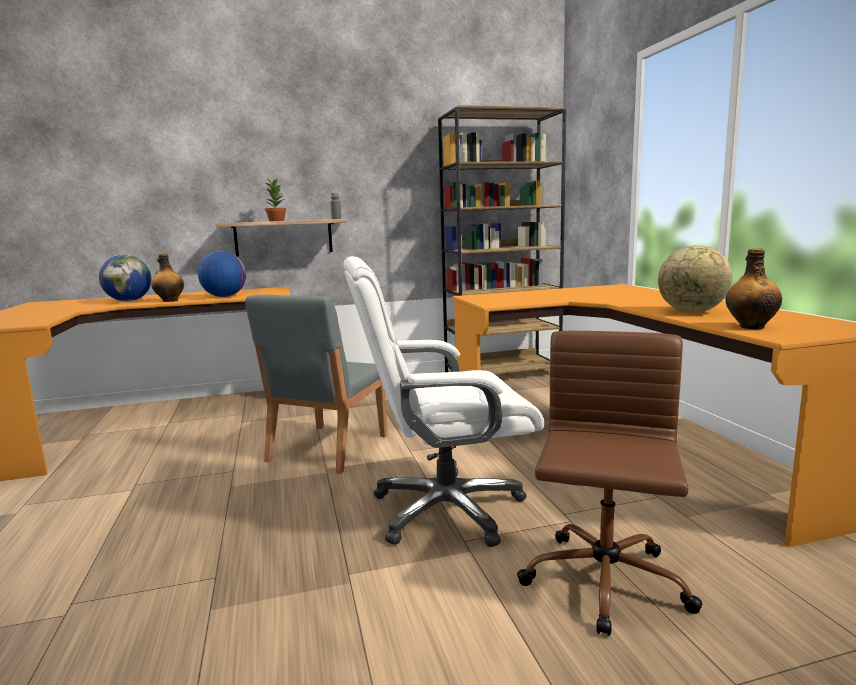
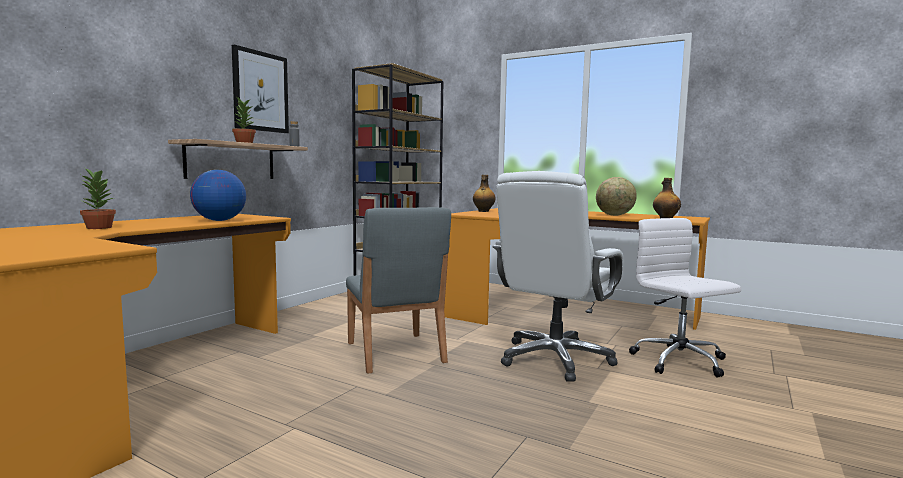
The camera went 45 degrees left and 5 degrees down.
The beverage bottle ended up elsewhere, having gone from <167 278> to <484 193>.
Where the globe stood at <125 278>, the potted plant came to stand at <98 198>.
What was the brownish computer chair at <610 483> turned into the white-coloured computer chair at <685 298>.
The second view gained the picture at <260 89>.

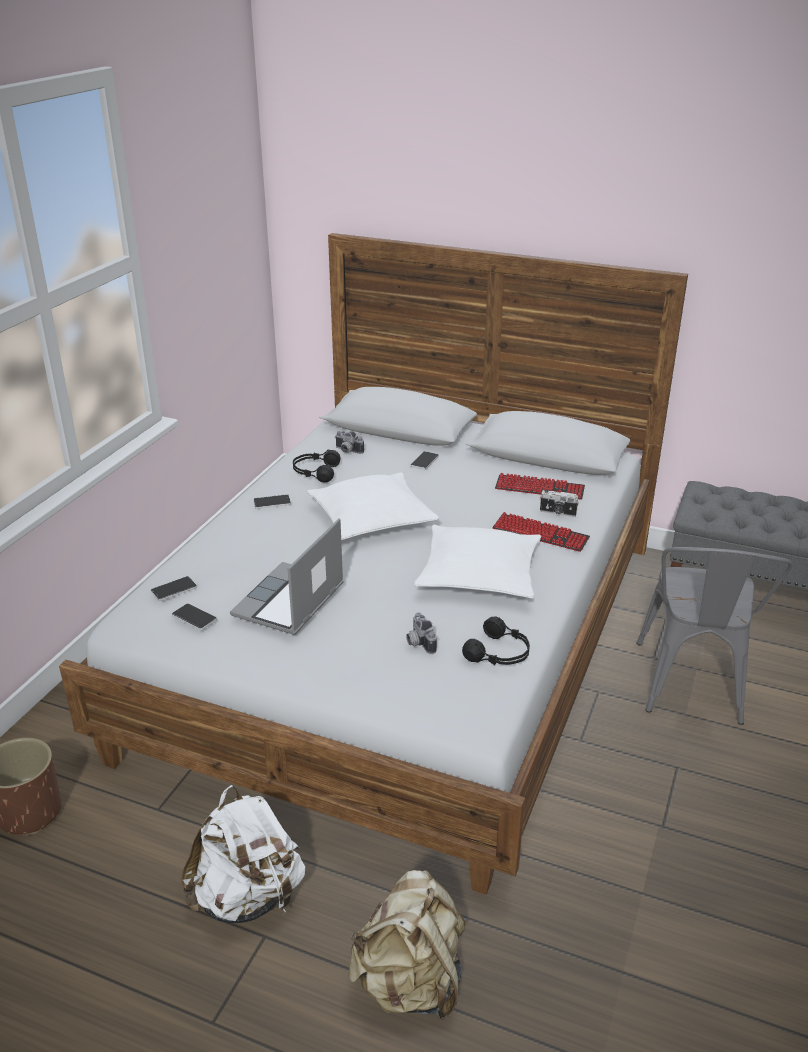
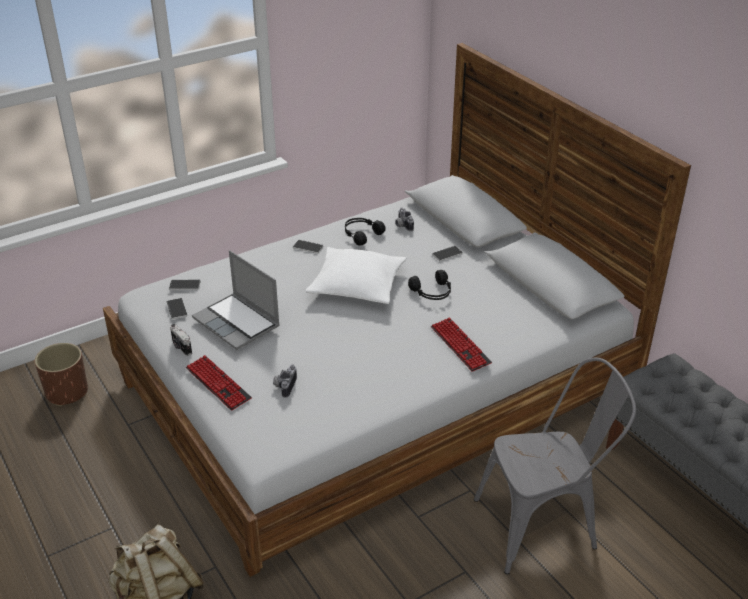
The camera went 35 degrees right and 5 degrees up.
The keyboard ended up elsewhere, having gone from <540 486> to <219 383>.
The still camera ended up elsewhere, having gone from <559 503> to <181 340>.
The laptop at <287 576> ended up facing another way, 105 degrees counterclockwise from before.
The second view lost the white-coloured cushion at <477 562>.
The greyish chair at <715 636> ended up facing another way, 150 degrees counterclockwise from before.
The black-coloured headset ended up elsewhere, having gone from <496 641> to <429 285>.
The second view lost the white-coloured backpack at <243 854>.

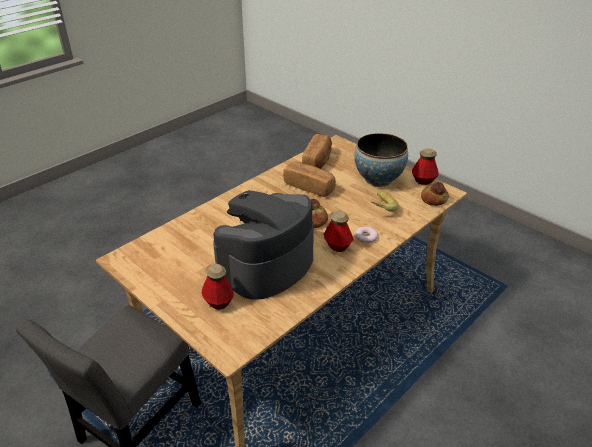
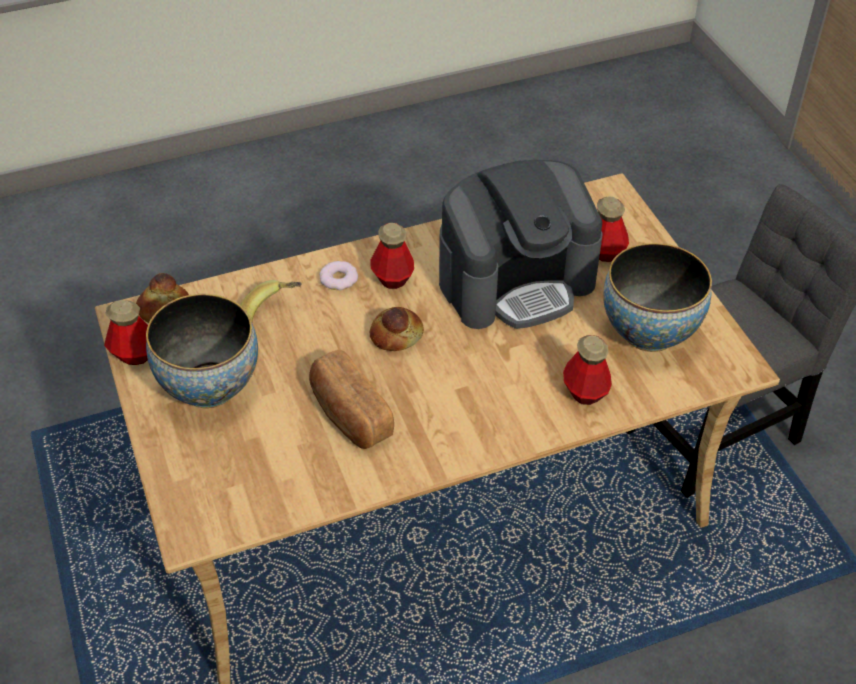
The camera went 155 degrees left and 10 degrees up.
The second view lost the bakery bread at <317 151>.
The second view gained the bowl at <657 297>.
The second view gained the beverage bottle at <587 370>.

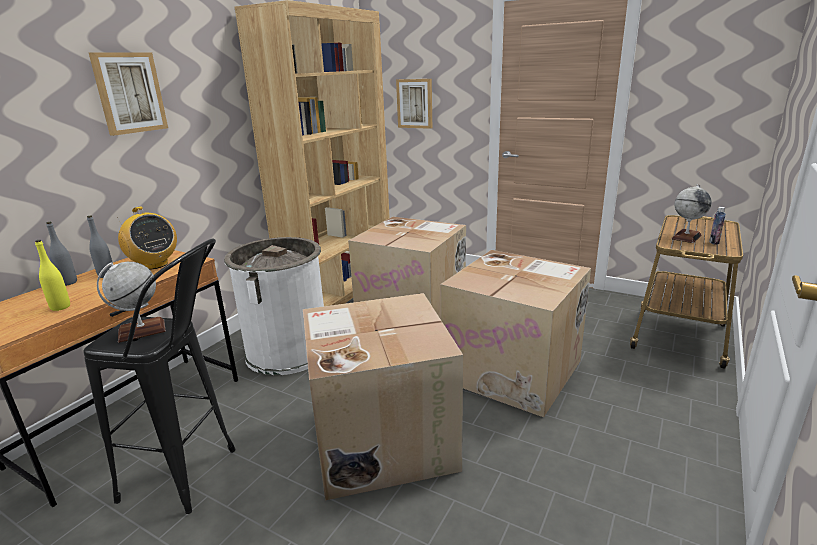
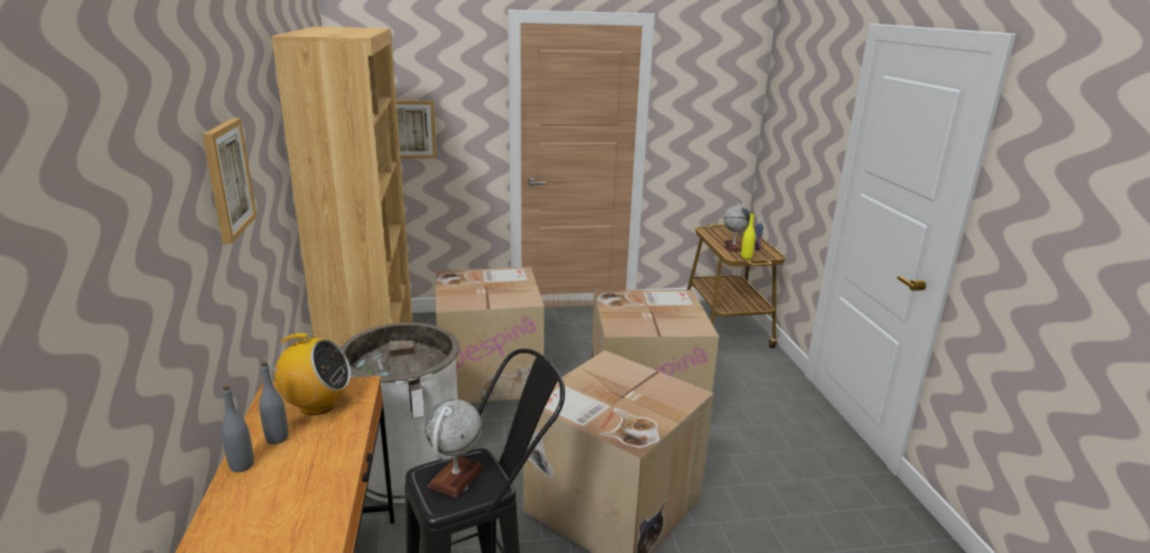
The camera went 40 degrees left and 0 degrees up.
The yellowish beverage bottle ended up elsewhere, having gone from <52 275> to <748 235>.

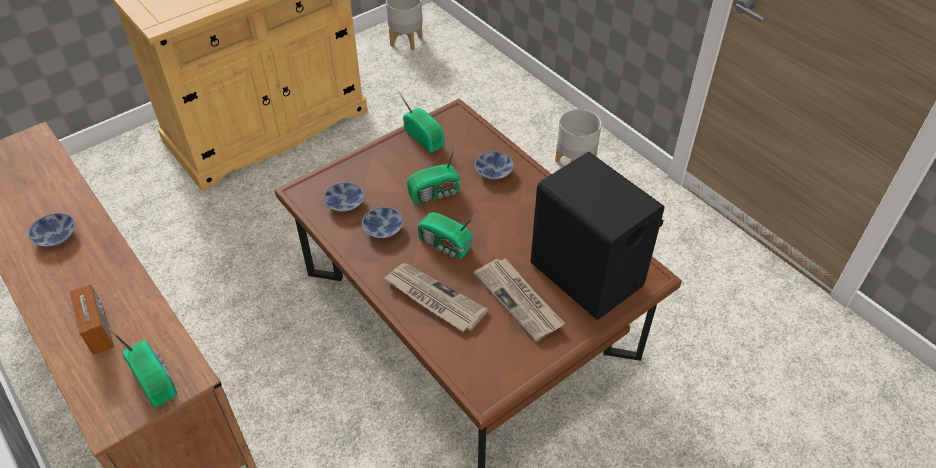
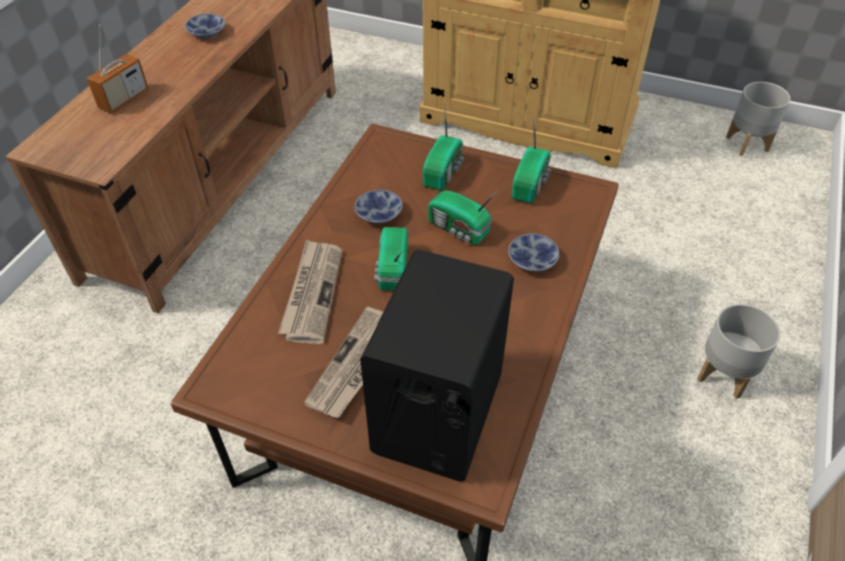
The camera went 60 degrees right and 0 degrees up.
The second view lost the bowl at <344 197>.
The radio set ended up elsewhere, having gone from <142 367> to <443 148>.

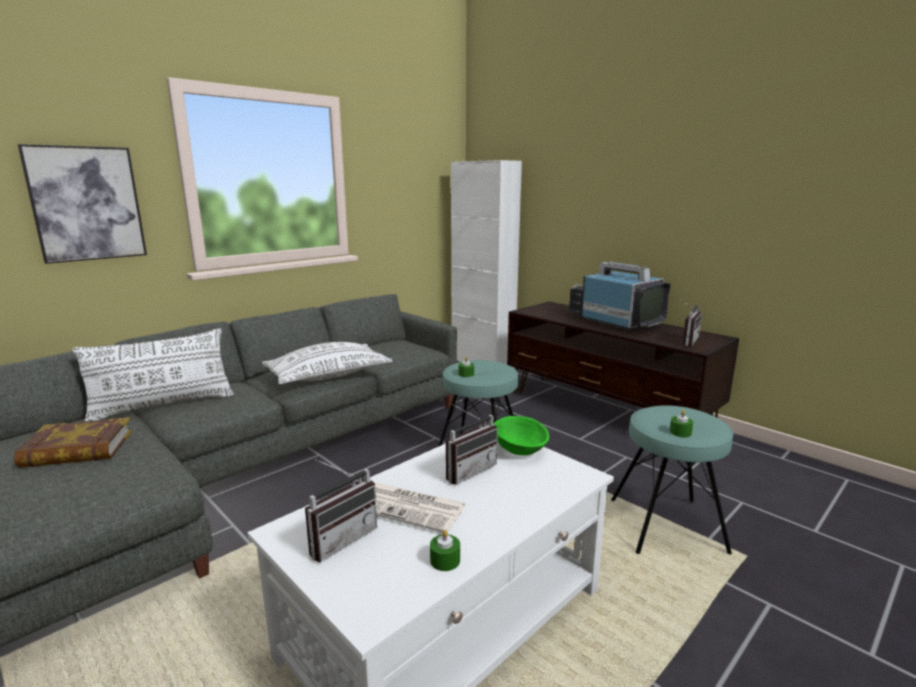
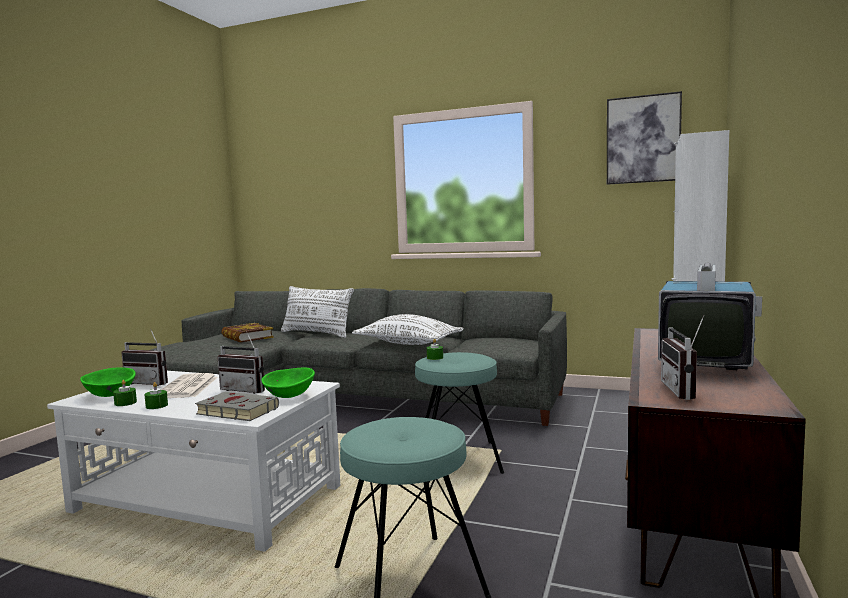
The camera went 65 degrees right and 10 degrees down.
The picture ended up elsewhere, having gone from <82 204> to <644 138>.
The radio set at <690 322> ended up facing another way, 90 degrees clockwise from before.
The green-coloured wax light ended up elsewhere, having gone from <681 423> to <156 395>.
The second view gained the green-coloured bowl at <108 382>.
The second view gained the greyish book at <237 406>.

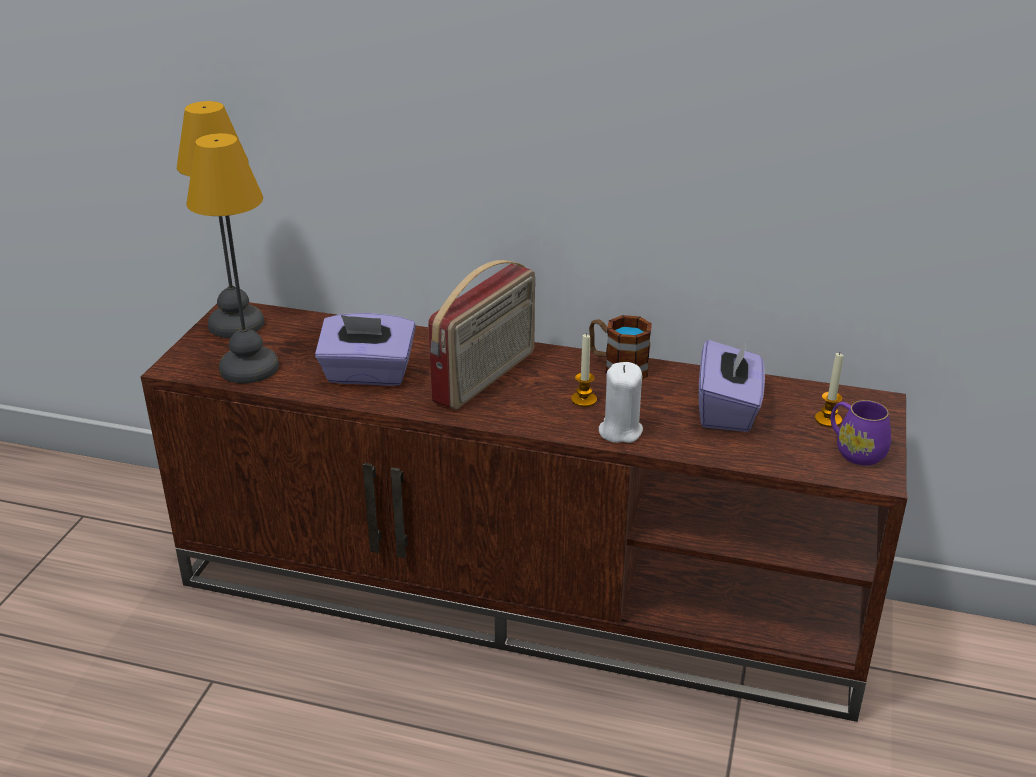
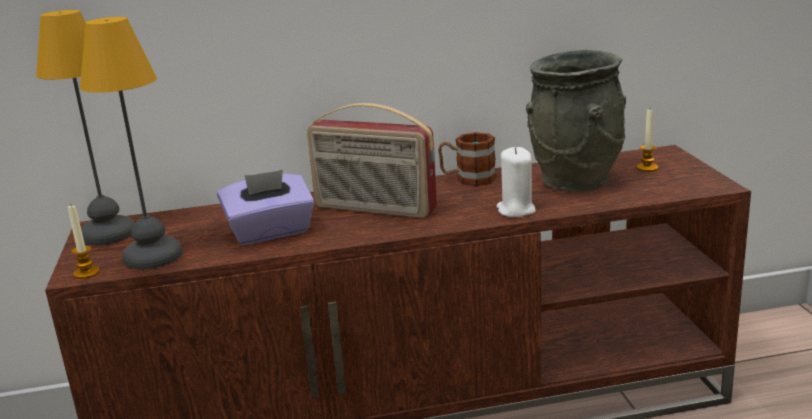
The camera went 25 degrees left and 10 degrees down.
The radio set at <481 335> ended up facing another way, 105 degrees clockwise from before.
The wax light ended up elsewhere, having gone from <584 370> to <84 242>.
Where the purple-coloured tissue holder stood at <732 384>, the greyish vase came to stand at <576 120>.
The second view lost the purple-coloured coffee mug at <861 432>.

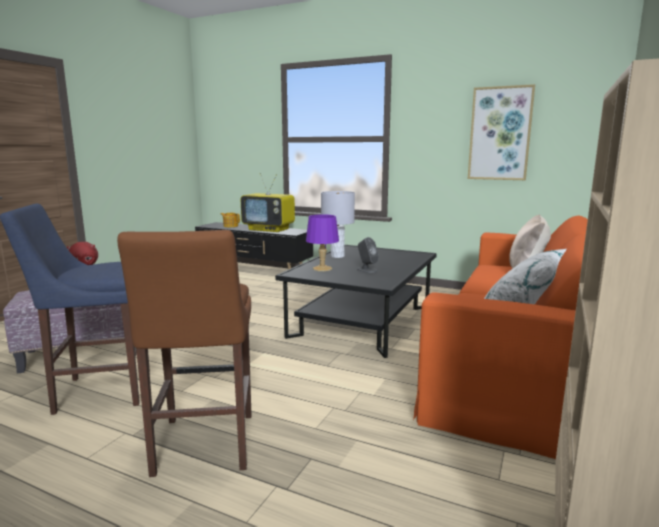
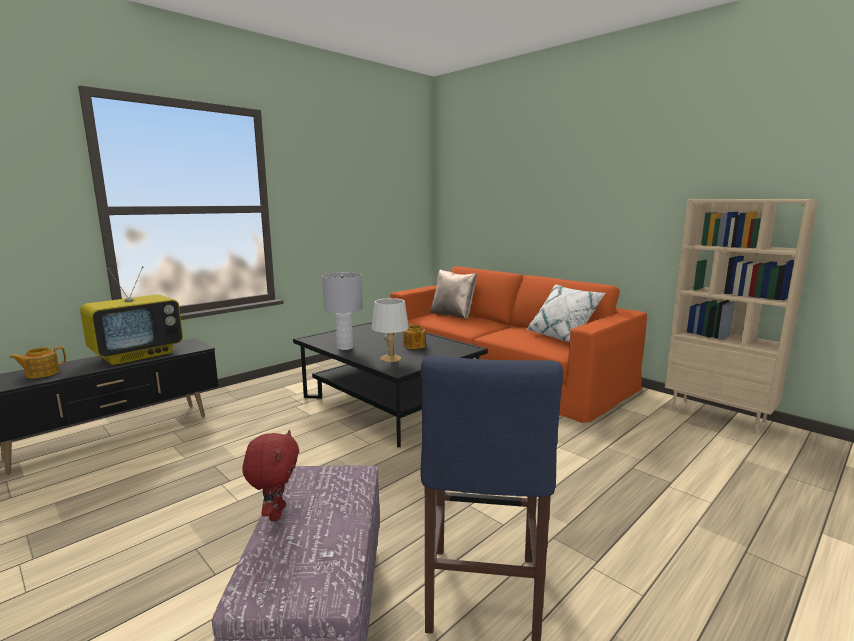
The camera went 70 degrees left and 0 degrees up.
The second view lost the picture at <501 132>.
What was the purple-coloured table lamp at <322 242> turned into the white-coloured table lamp at <390 330>.
The second view lost the brownish sitting stool at <184 353>.
Where the greyish loudspeaker stood at <368 255>, the teapot came to stand at <414 336>.

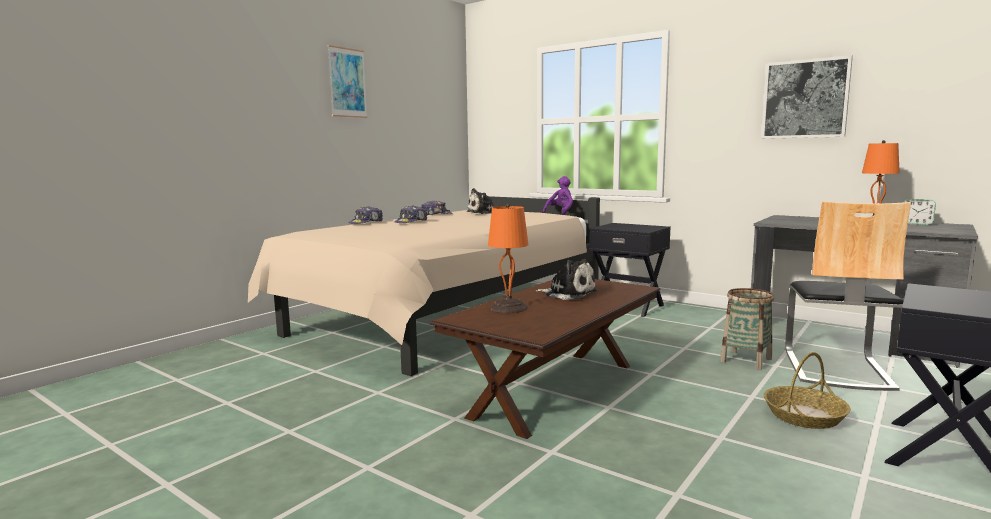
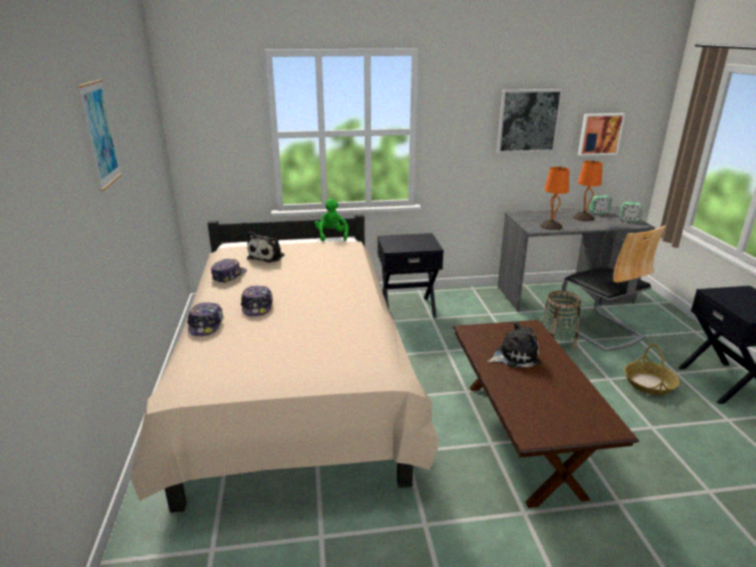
The camera went 45 degrees left and 15 degrees up.
What was the purple-coloured plush toy at <558 195> turned into the green-coloured plush toy at <331 220>.
The orange-coloured table lamp ended up elsewhere, having gone from <508 258> to <554 198>.
The second view gained the picture at <601 134>.
The second view gained the bedside clock at <631 212>.

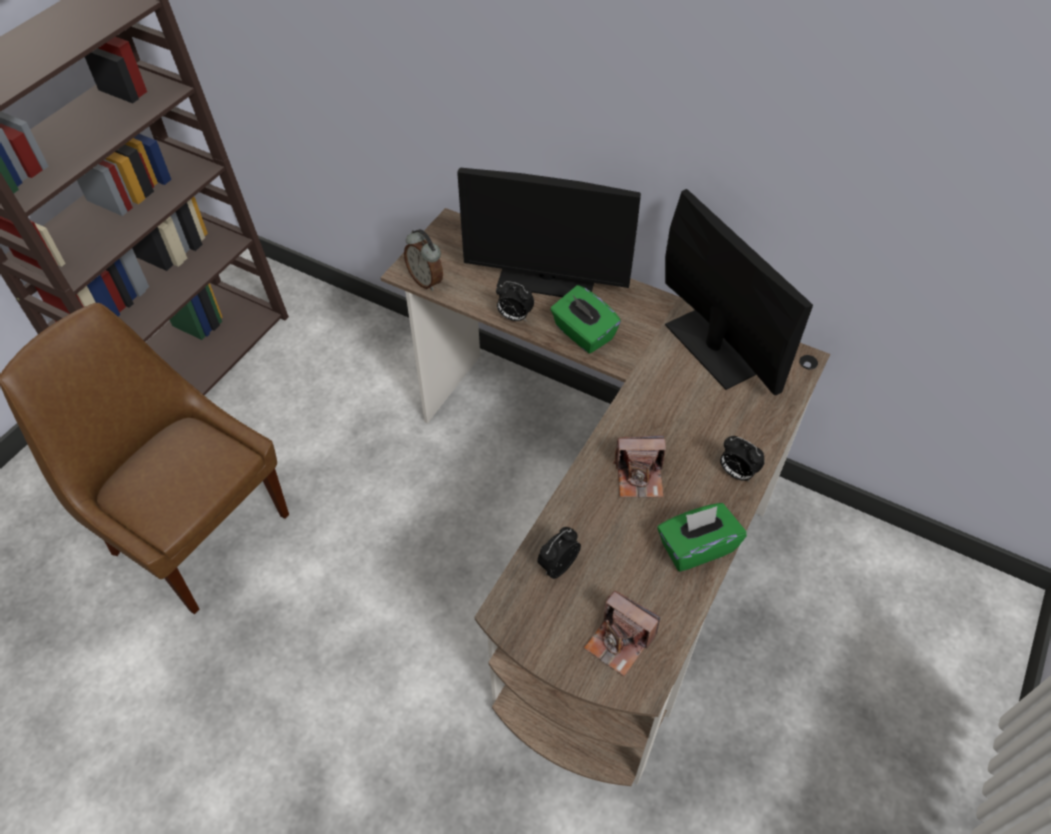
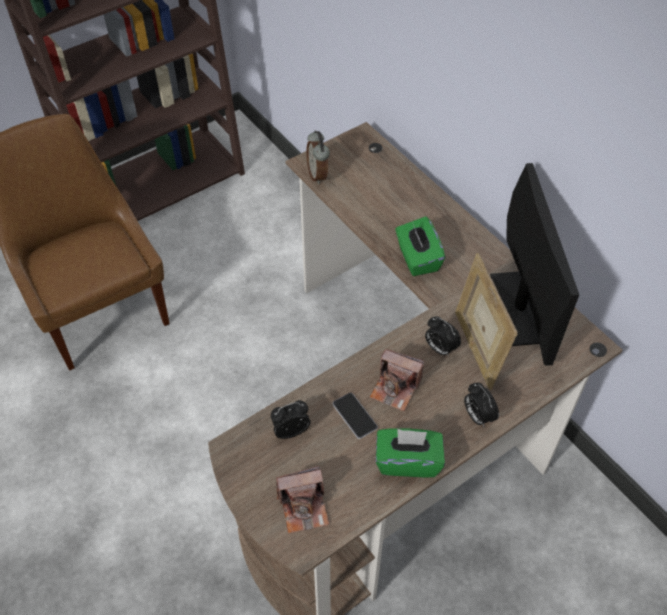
The camera went 25 degrees right and 0 degrees up.
The second view lost the computer screen at <549 232>.
The bedside clock ended up elsewhere, having gone from <515 301> to <443 336>.
The still camera at <622 633> ended up facing another way, 75 degrees counterclockwise from before.
The second view gained the picture frame at <486 321>.
The second view gained the phone at <355 416>.

